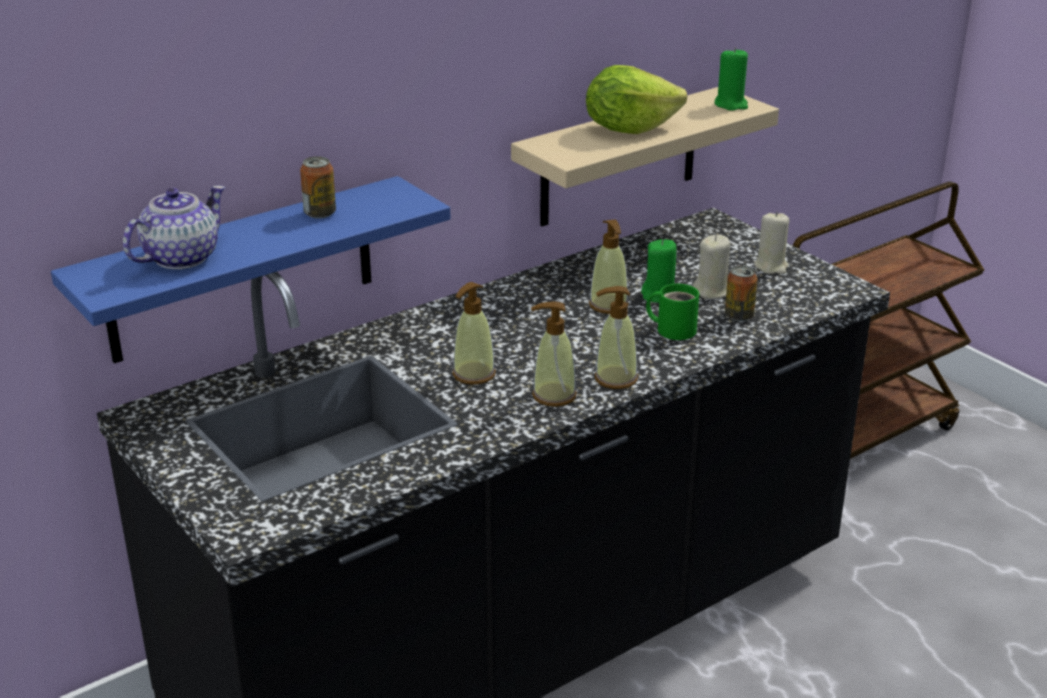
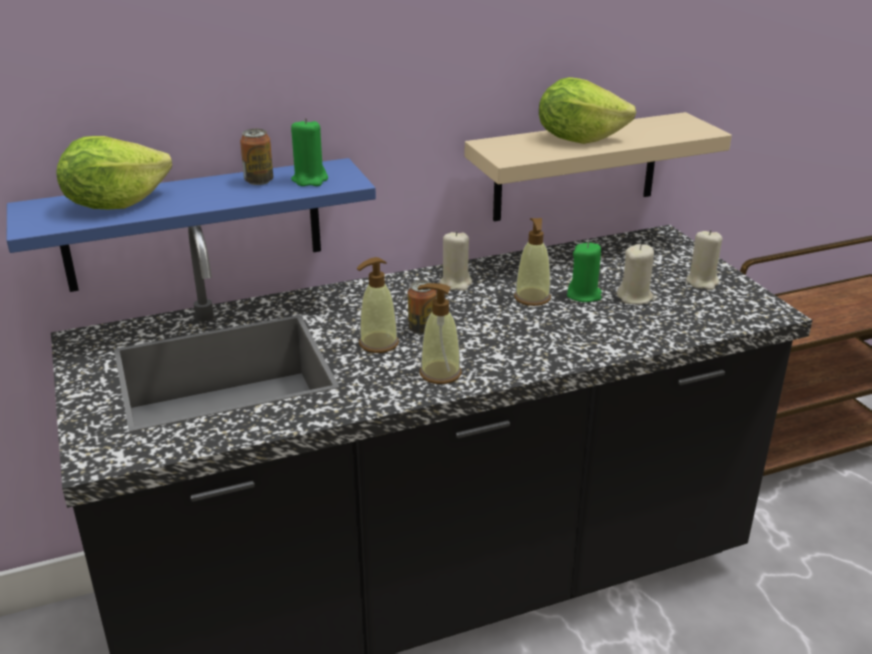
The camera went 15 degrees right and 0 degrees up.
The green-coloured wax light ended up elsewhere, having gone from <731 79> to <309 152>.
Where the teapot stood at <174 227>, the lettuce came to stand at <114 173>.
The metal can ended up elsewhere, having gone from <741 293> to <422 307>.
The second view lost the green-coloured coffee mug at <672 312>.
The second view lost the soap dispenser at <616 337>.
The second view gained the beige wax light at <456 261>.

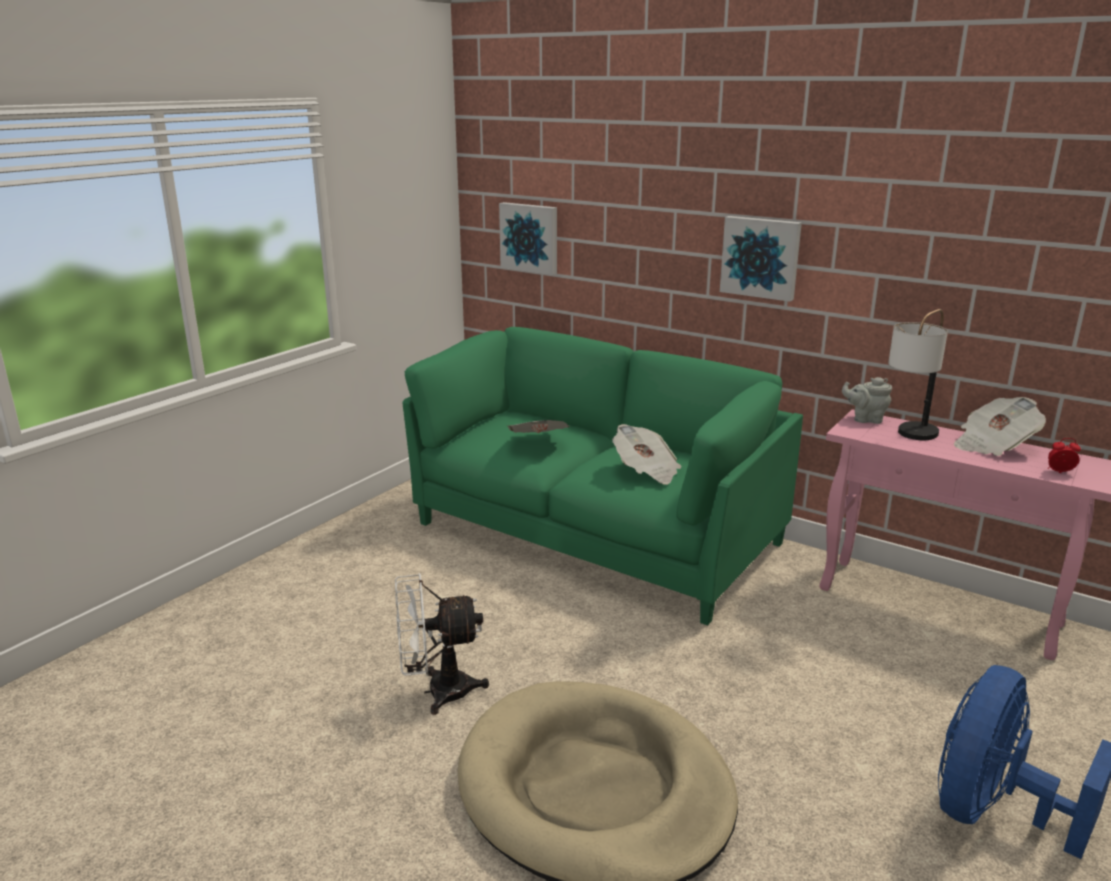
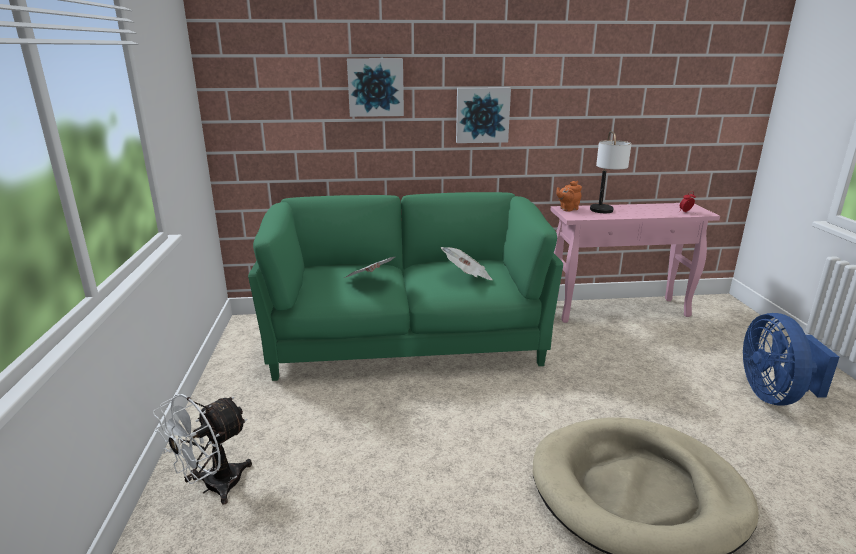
The camera went 40 degrees left and 0 degrees up.
The picture ended up elsewhere, having gone from <528 238> to <375 87>.
What was the greyish teapot at <867 400> turned into the orange-coloured teapot at <569 196>.
The second view lost the daily paper at <1000 426>.
The white-coloured fan ended up elsewhere, having gone from <442 644> to <202 449>.

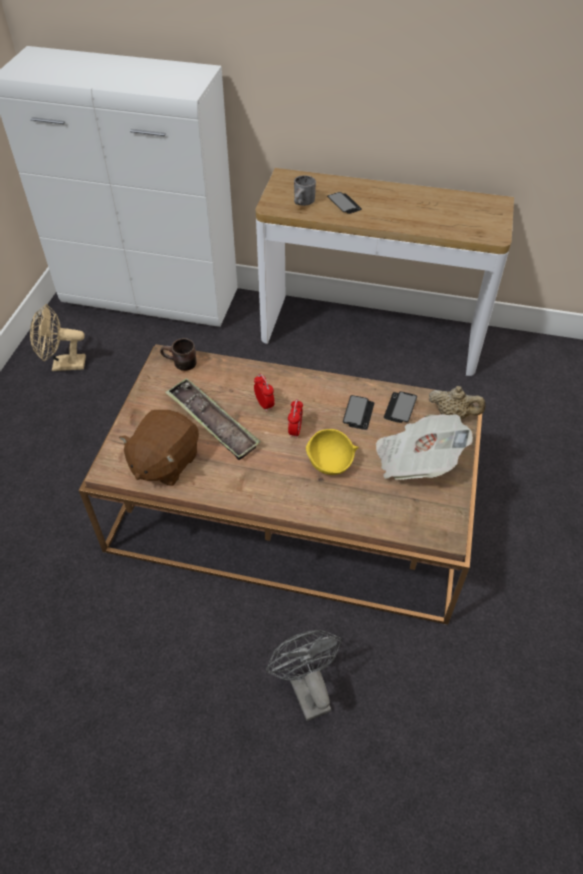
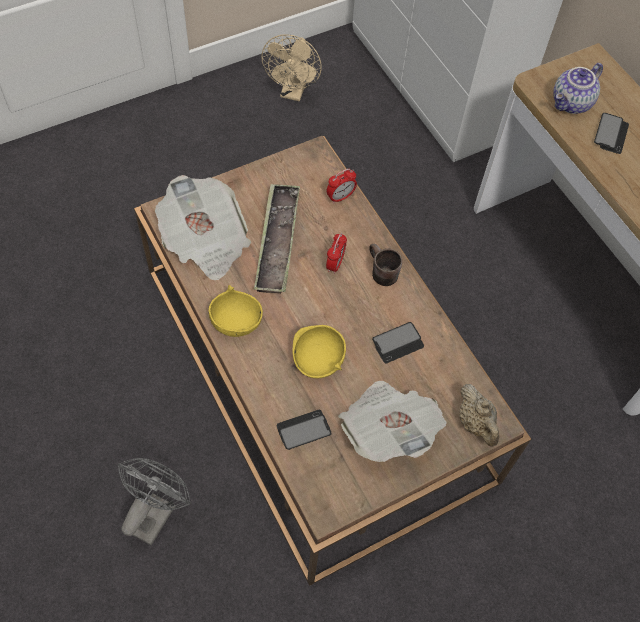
The camera went 45 degrees right and 10 degrees up.
Where the greyish coffee mug stood at <305 190>, the teapot came to stand at <578 88>.
The beige fan at <58 337> ended up facing another way, 120 degrees counterclockwise from before.
The brownish coffee mug ended up elsewhere, having gone from <178 354> to <385 265>.
The phone ended up elsewhere, having gone from <400 407> to <304 429>.
The bedside clock ended up elsewhere, having gone from <295 419> to <341 186>.
Where the brownish plush toy stood at <159 448>, the daily paper came to stand at <203 227>.
The second view gained the yellowish bowl at <235 311>.

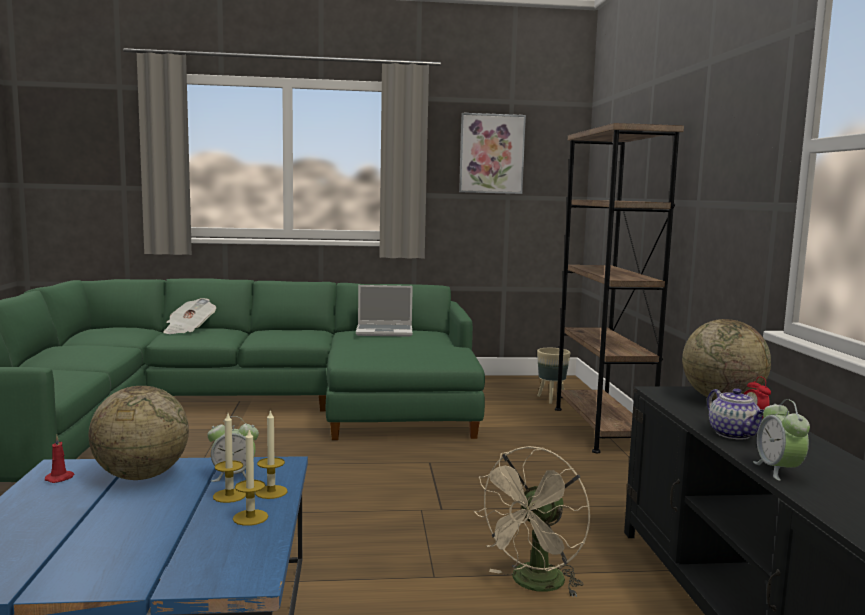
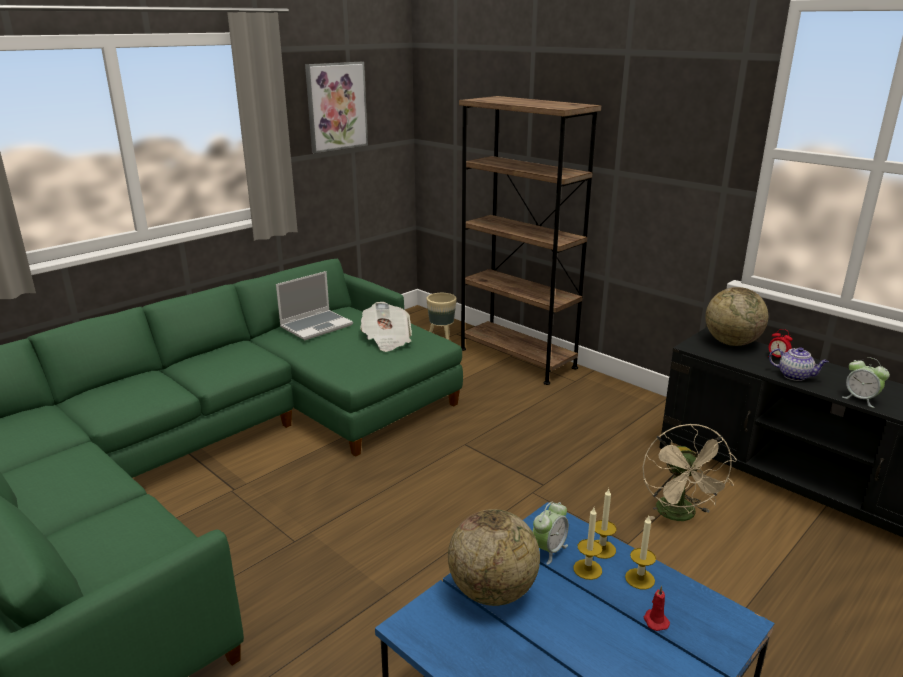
The camera went 40 degrees left and 15 degrees up.
The daily paper ended up elsewhere, having gone from <189 316> to <386 327>.
The red wax light ended up elsewhere, having gone from <59 459> to <657 608>.

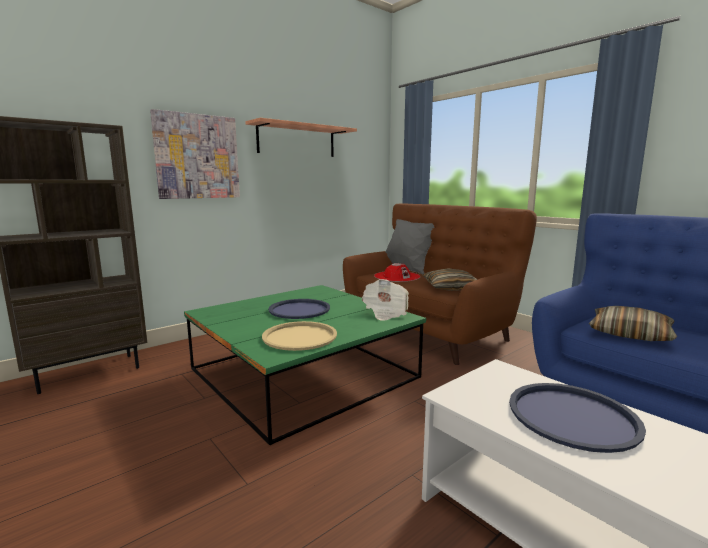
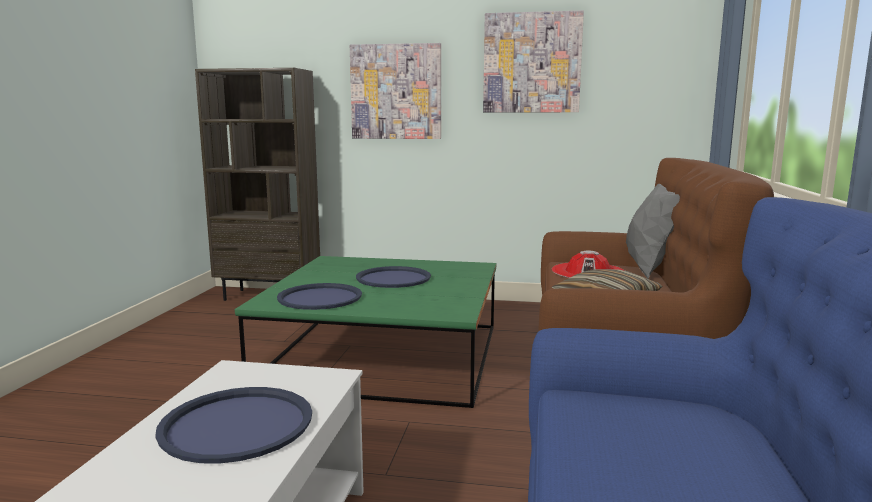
The camera went 50 degrees right and 0 degrees up.
Where the bracket shelf hung at <301 137>, the picture came to hang at <533 61>.
The second view lost the daily paper at <385 300>.
The second view lost the cushion at <633 323>.
What was the beige carrying tray at <299 336> turned into the blue carrying tray at <319 296>.

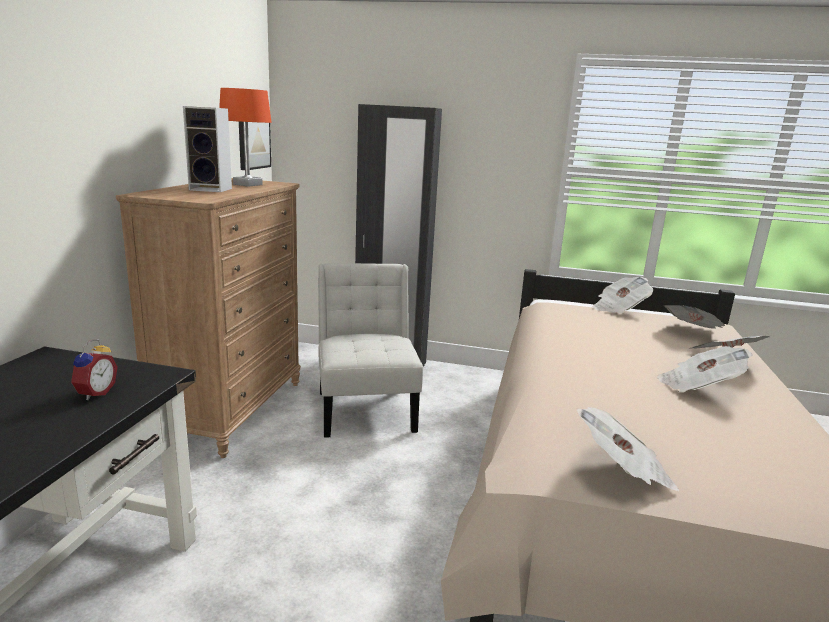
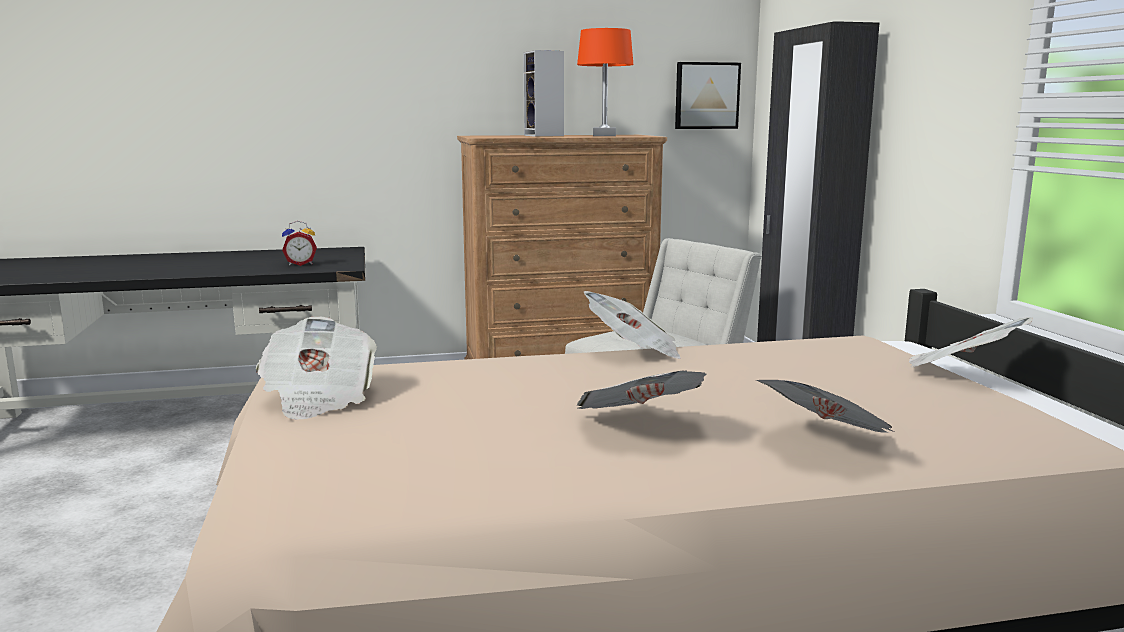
The camera went 65 degrees right and 5 degrees down.
The daily paper ended up elsewhere, having gone from <694 316> to <632 325>.

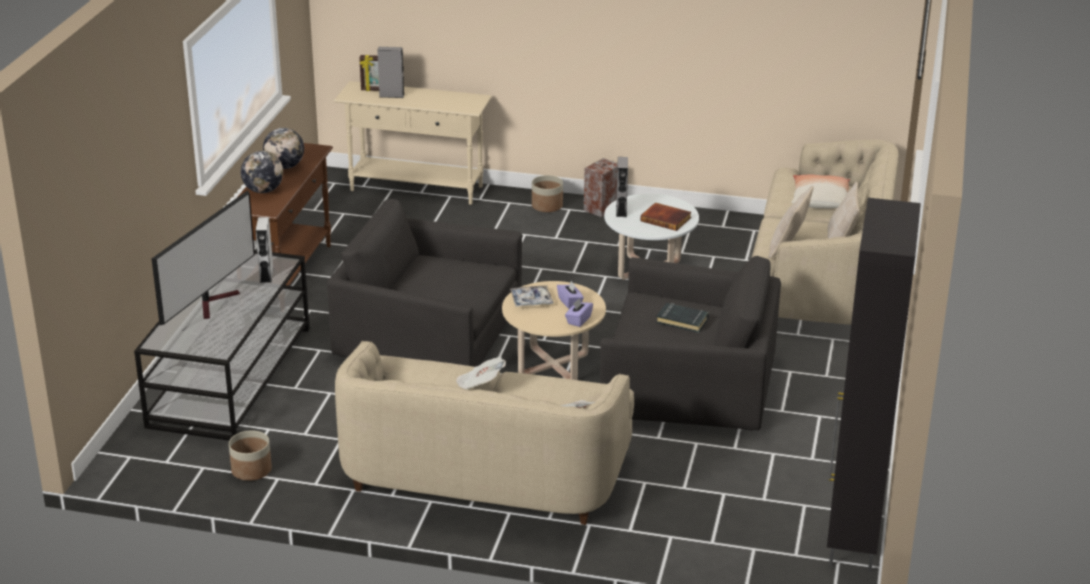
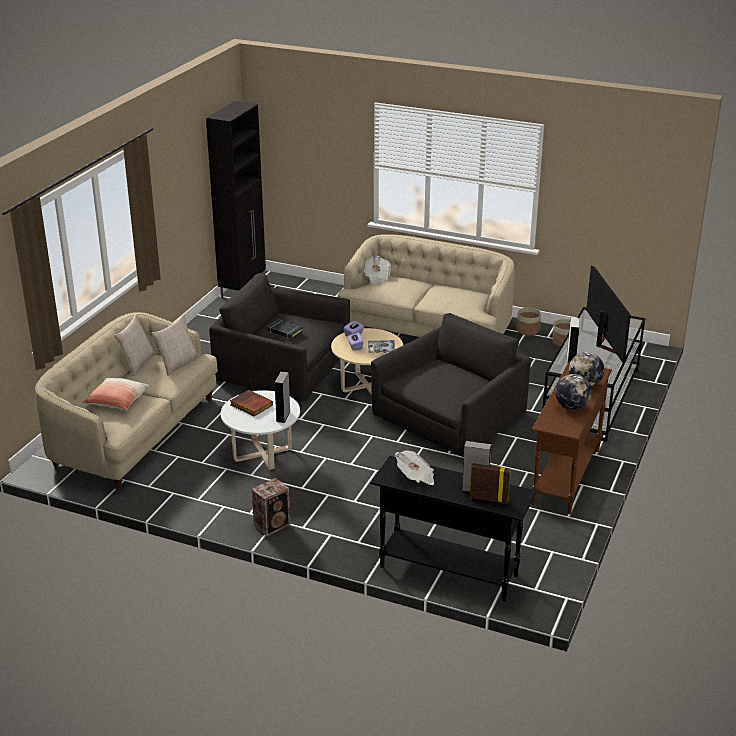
The camera went 170 degrees left and 0 degrees up.
What was the beige console table at <413 143> turned into the black-coloured console table at <453 529>.
The plant pot ended up elsewhere, having gone from <547 193> to <528 321>.
The TV set at <203 257> ended up facing another way, 135 degrees clockwise from before.
The black-coloured lounge chair at <424 283> ended up facing another way, 75 degrees counterclockwise from before.
The daily paper ended up elsewhere, having gone from <481 373> to <414 467>.

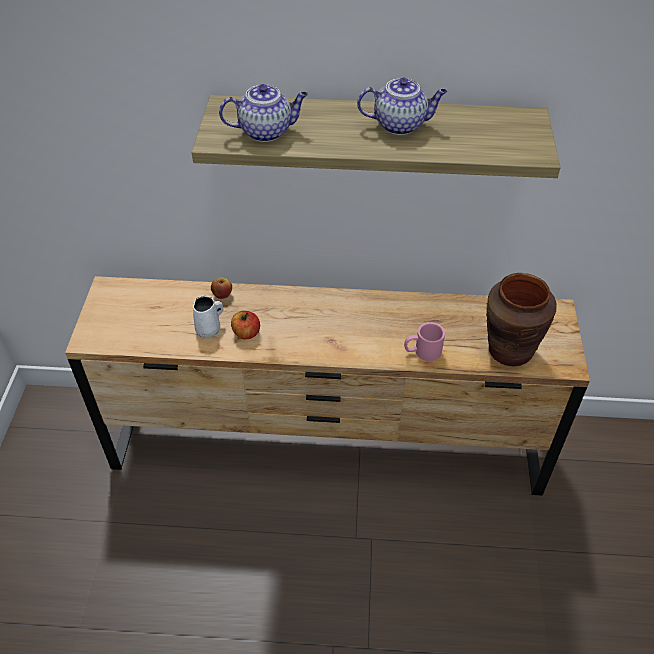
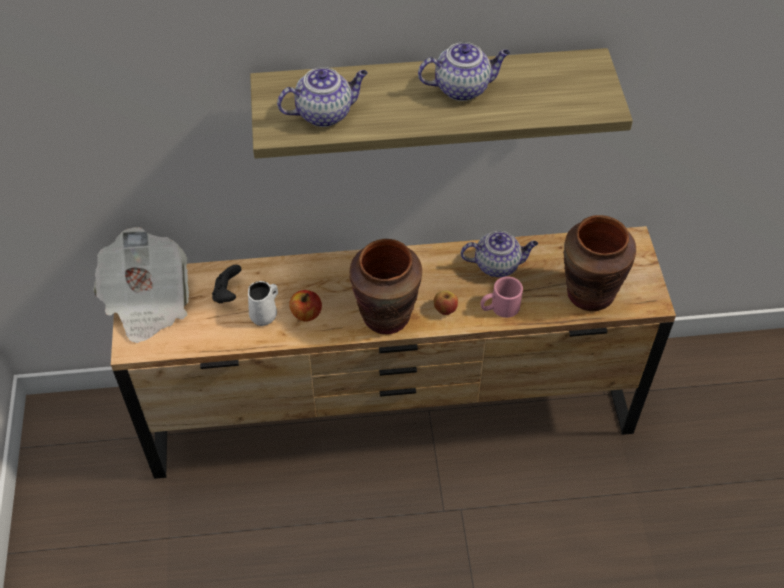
The camera went 10 degrees left and 5 degrees up.
The apple ended up elsewhere, having gone from <221 288> to <446 302>.
The second view gained the daily paper at <141 285>.
The second view gained the teapot at <499 254>.
The second view gained the brownish vase at <386 287>.
The second view gained the black-coloured gamepad at <226 284>.

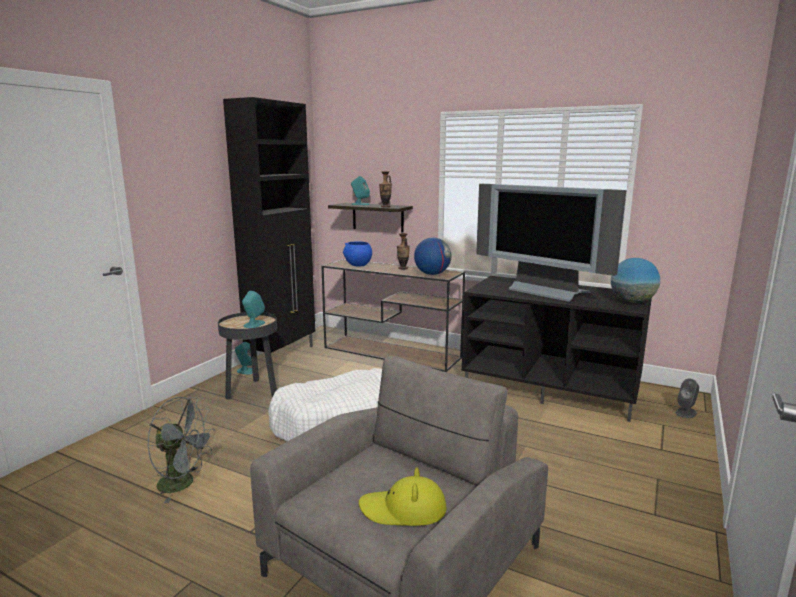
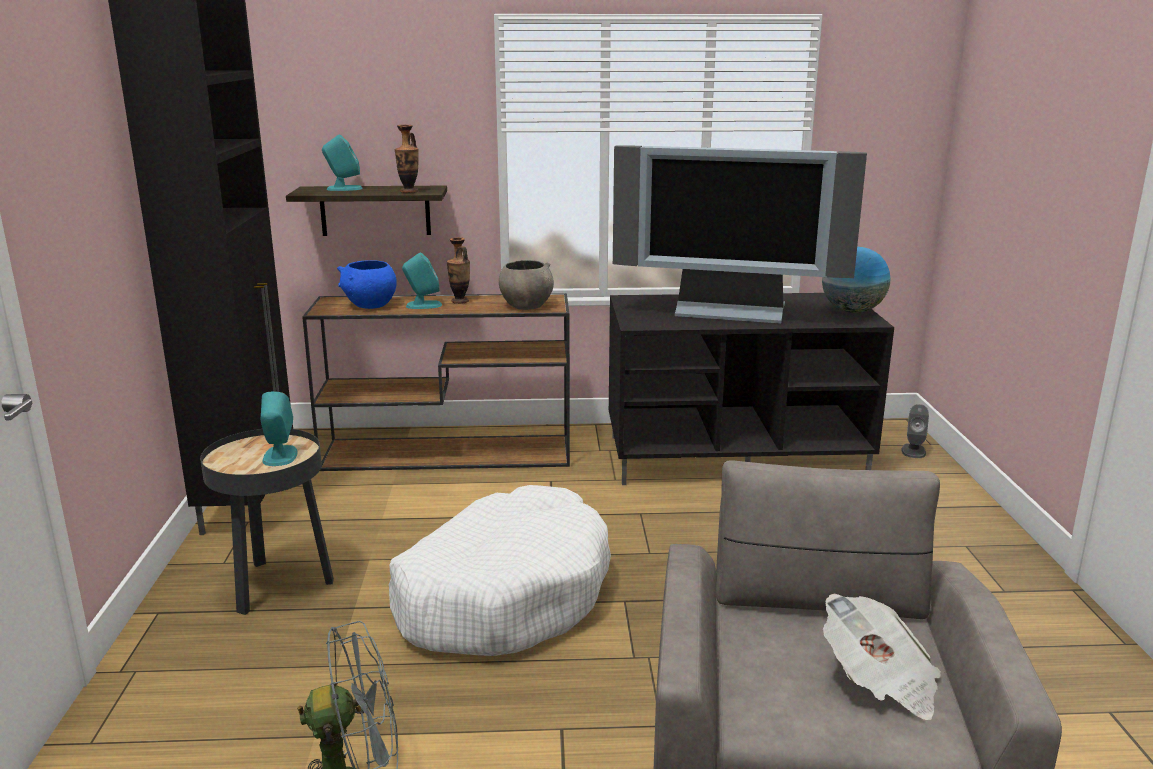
The camera went 30 degrees left and 5 degrees up.
Where the globe stood at <433 256>, the greyish bowl came to stand at <526 285>.
The blue-green loudspeaker ended up elsewhere, having gone from <244 358> to <422 280>.
Where the yellowish wearable hat stood at <403 496>, the daily paper came to stand at <882 657>.

